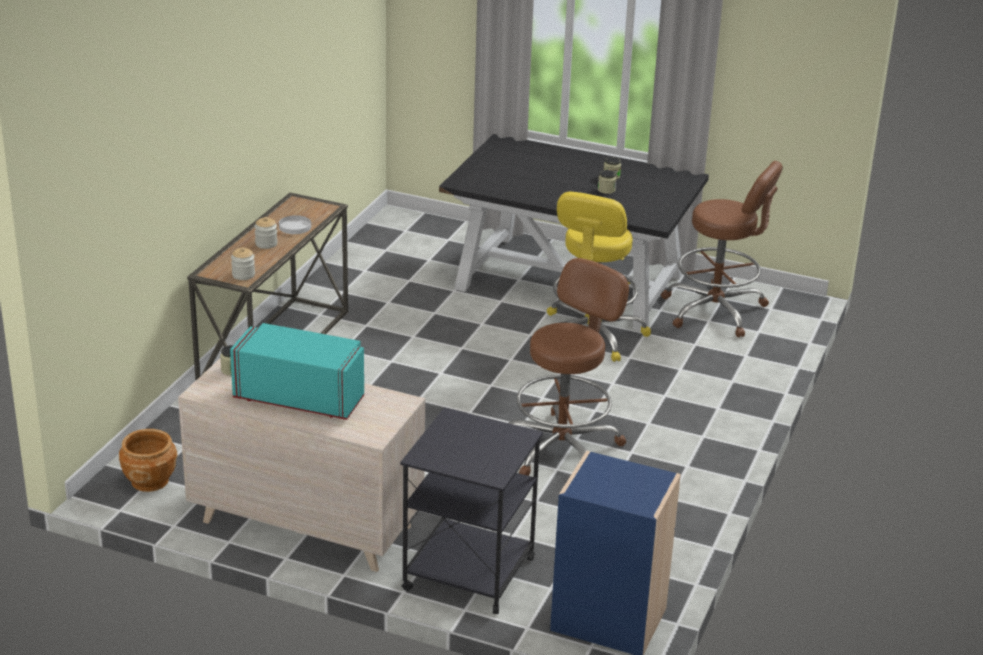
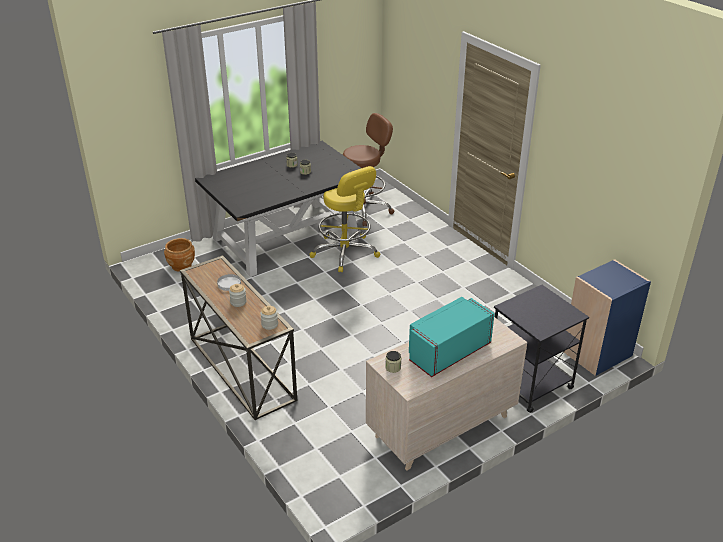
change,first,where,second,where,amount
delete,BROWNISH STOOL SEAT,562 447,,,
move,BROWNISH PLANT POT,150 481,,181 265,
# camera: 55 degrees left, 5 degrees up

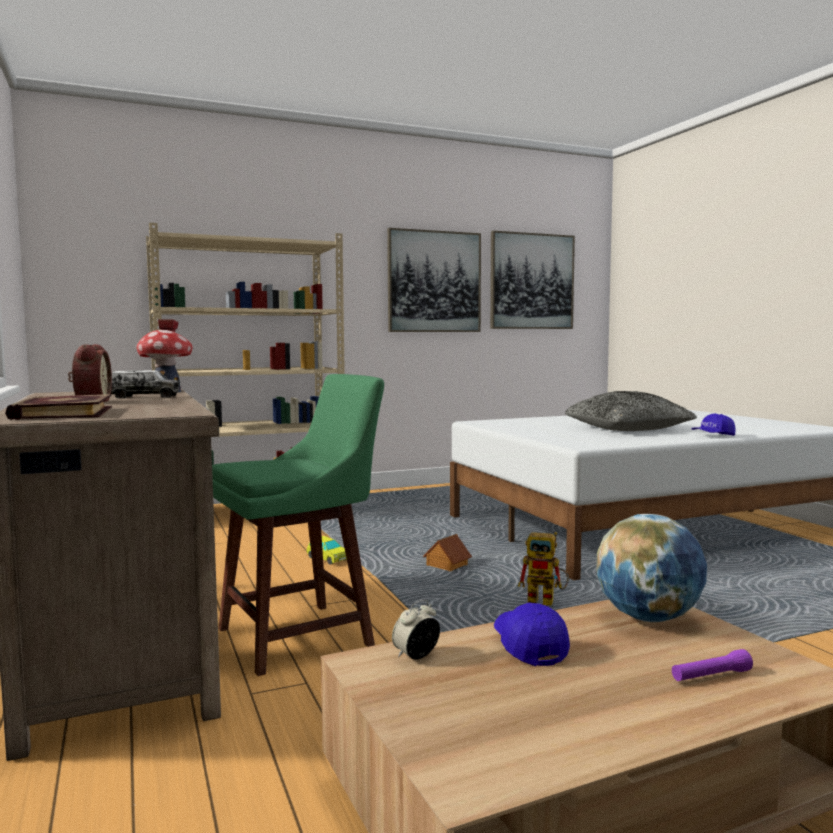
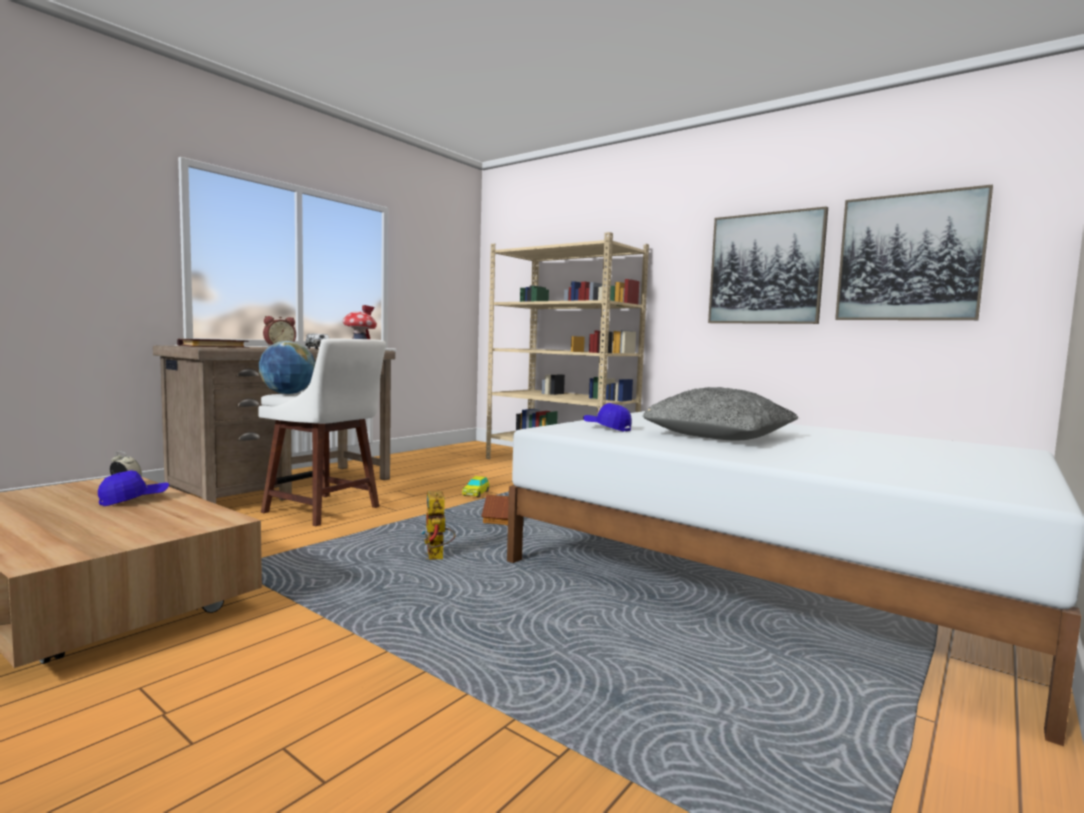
change,first,where,second,where,amount
recolor,GREEN-COLOURED STOOL SEAT,302 635,WHITE-COLOURED STOOL SEAT,325 510,
move,BLUE-COLOURED CAP,713 436,,607 428,
move,DESK GLOBE,649 618,,288 394,
delete,PURPLE-COLOURED HAND TORCH,711 676,,,
# camera: 60 degrees right, 0 degrees up

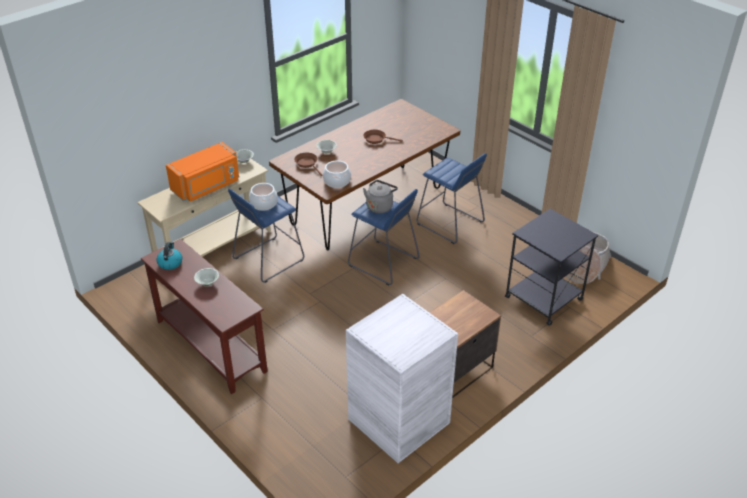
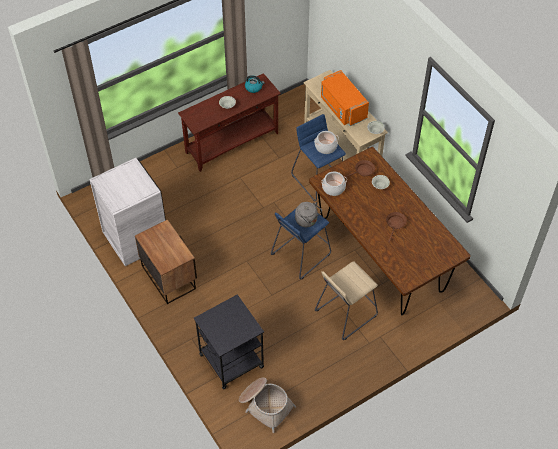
change,first,where,second,where,amount
recolor,BLUE-COLOURED STOOL SEAT,450 223,BEIGE-COLOURED STOOL SEAT,345 313,
# camera: 100 degrees right, 15 degrees up

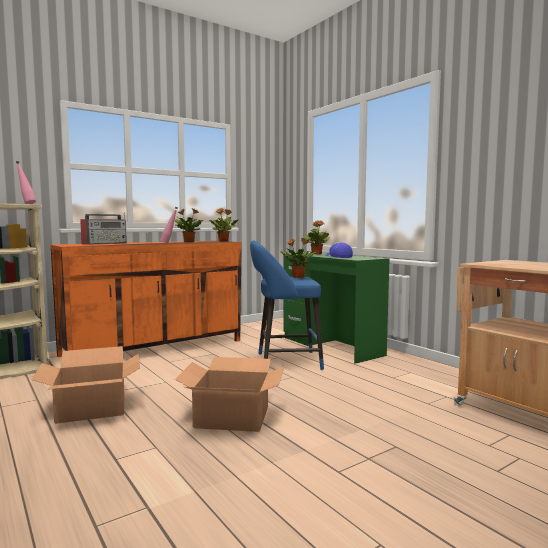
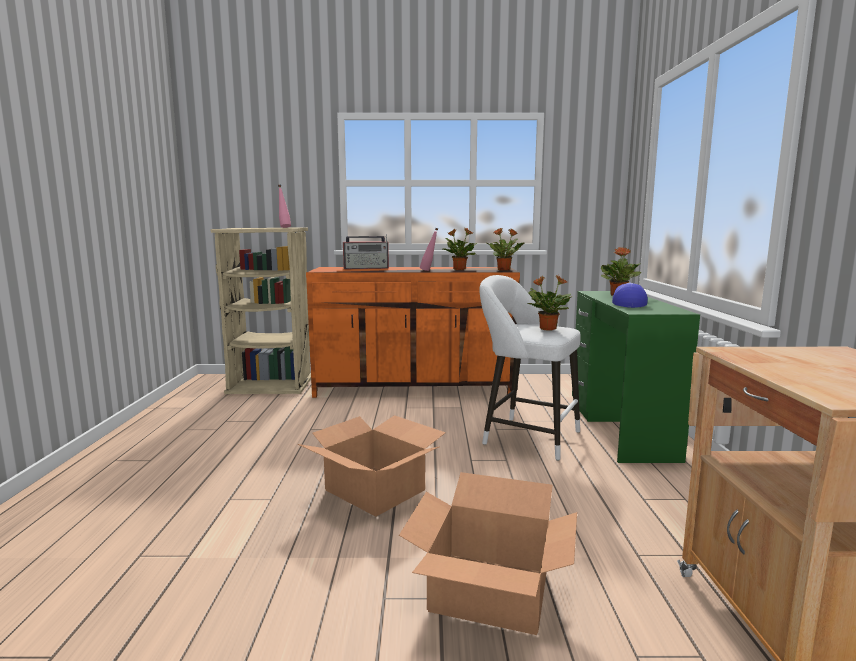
change,first,where,second,where,amount
recolor,BLUE-COLOURED STOOL SEAT,284 362,WHITE-COLOURED STOOL SEAT,526 437,
move,CARTON,92 408,,490 592,
# camera: 35 degrees right, 5 degrees up

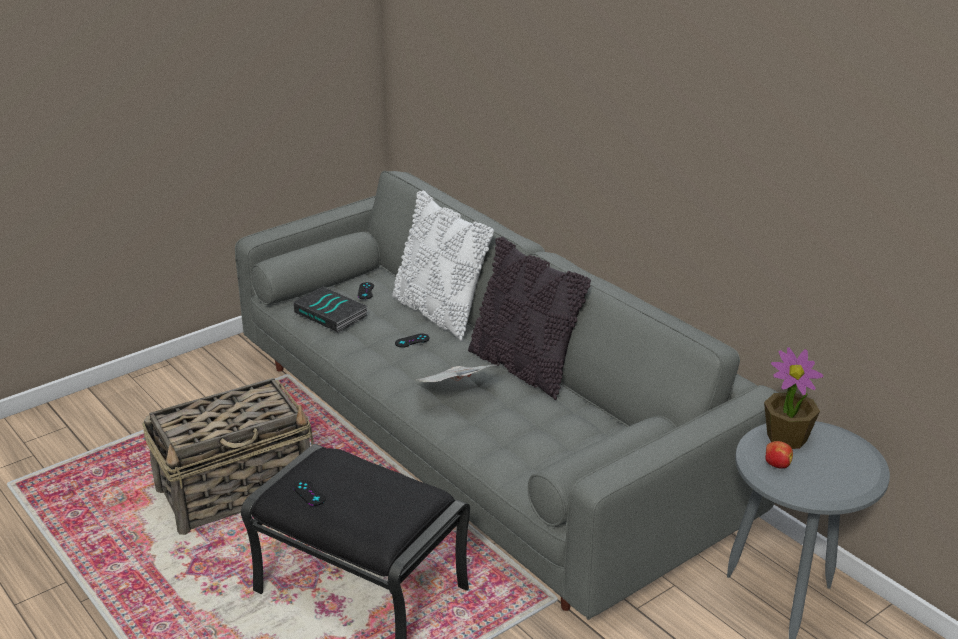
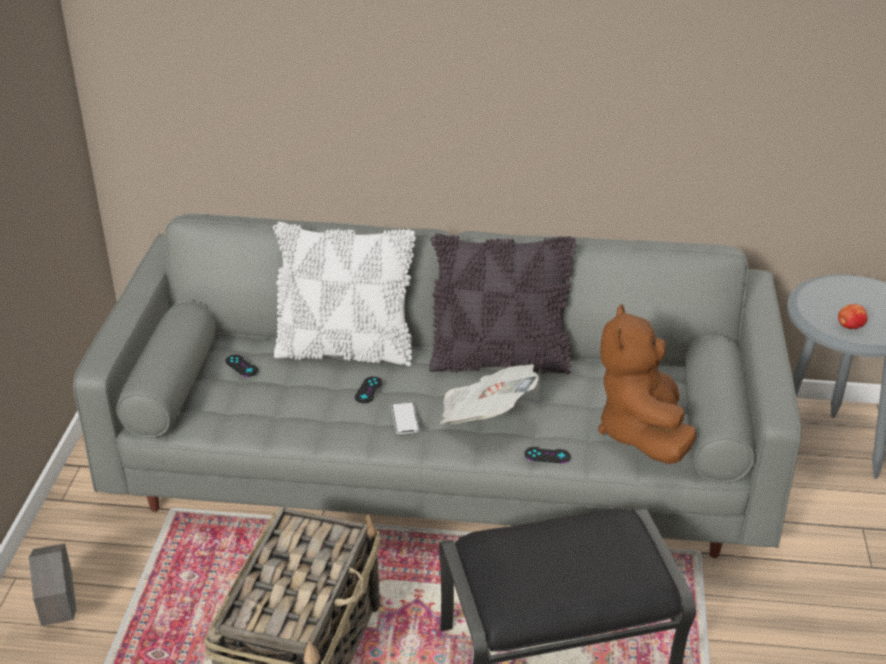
change,first,where,second,where,amount
delete,BOUND BOOK,332 314,,,
delete,HOUSEPLANT,787 438,,,
move,BLACK GAMEPAD,309 493,,547 455,
insert,,,BROWNISH PLUSH TOY,641 432,
insert,,,PHONE,405 419,
insert,,,GREYISH PLANT POT,60 612,
# camera: 45 degrees left, 5 degrees up

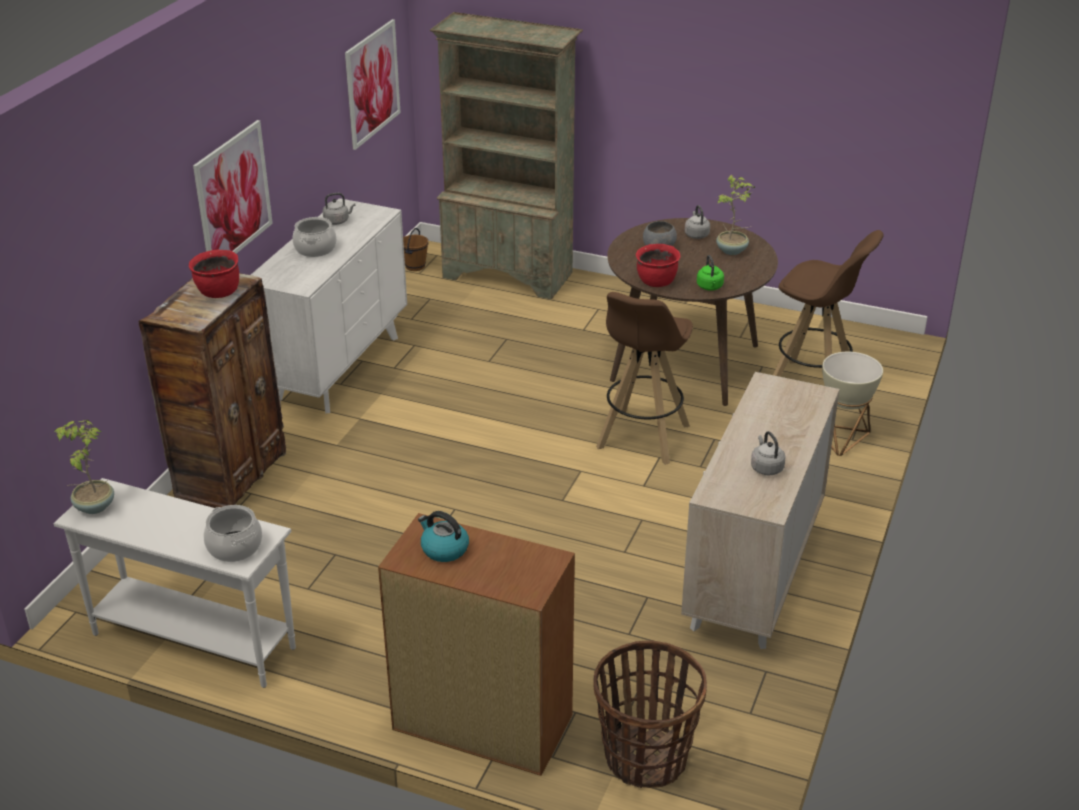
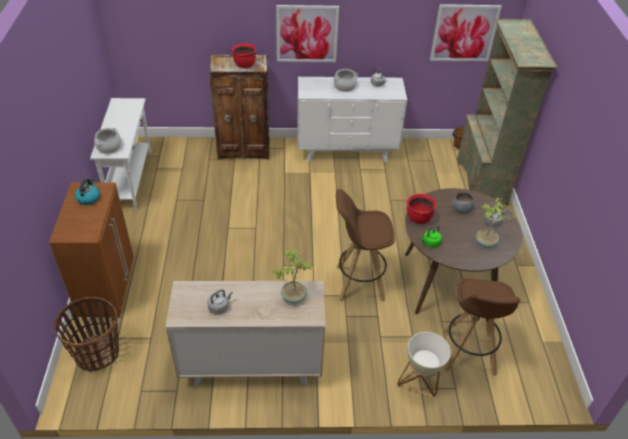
change,first,where,second,where,amount
move,HOUSEPLANT,93 507,,293 297,
# camera: 65 degrees right, 10 degrees up

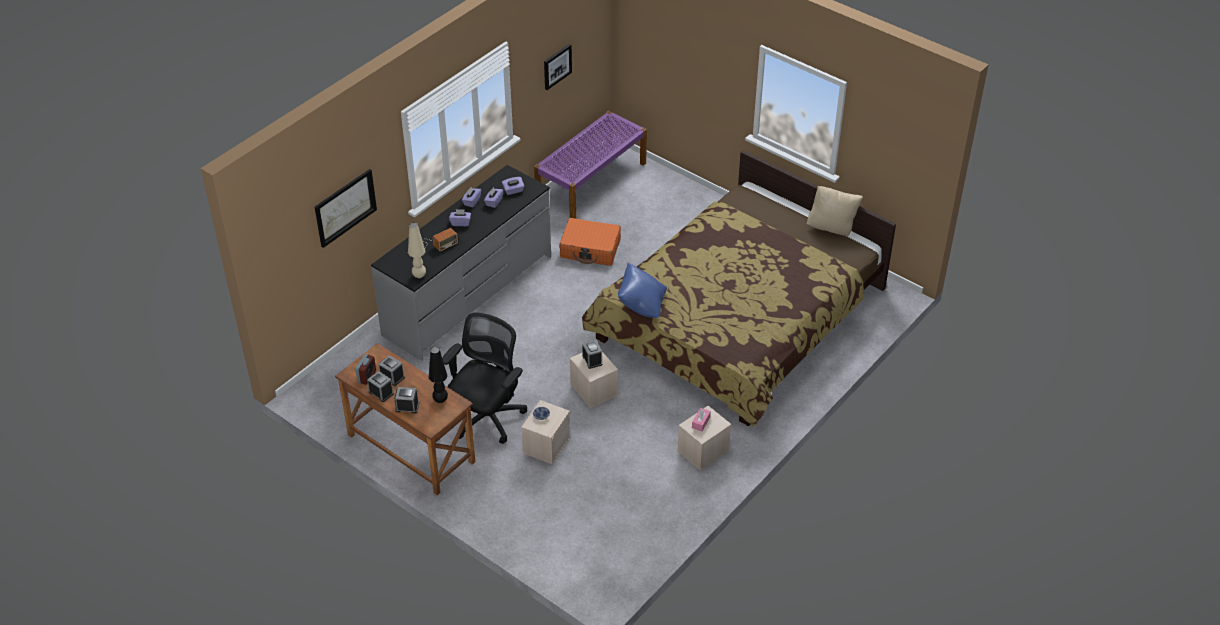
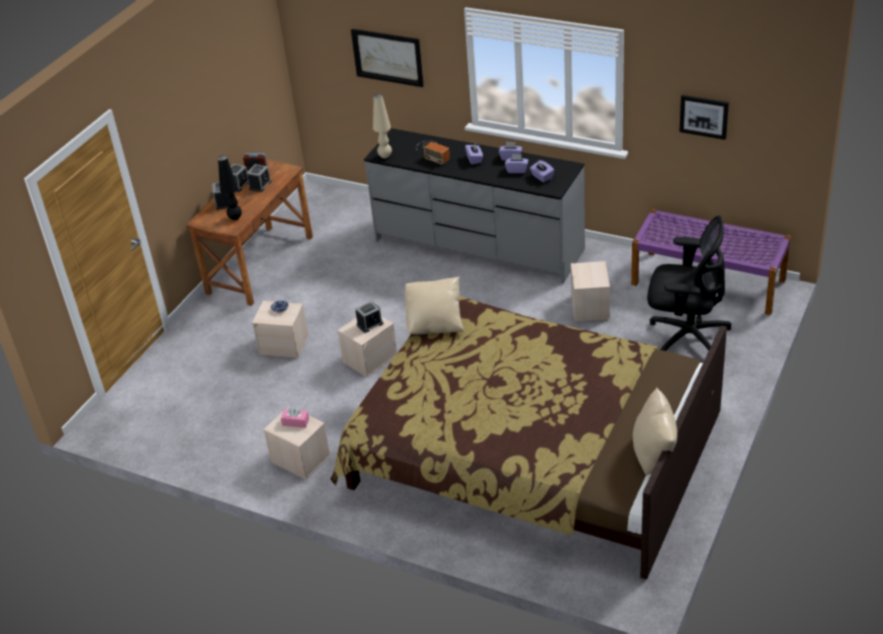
change,first,where,second,where,amount
replace,ORANGE-COLOURED TRAVEL CASE,590 249,BEIGE-COLOURED STORAGE BIN,590 307,
recolor,BLUE-COLOURED THROW PILLOW,641 304,BEIGE-COLOURED THROW PILLOW,435 322,
move,BLACK COMPUTER CHAIR,486 421,,683 336,
# camera: 80 degrees right, 5 degrees down

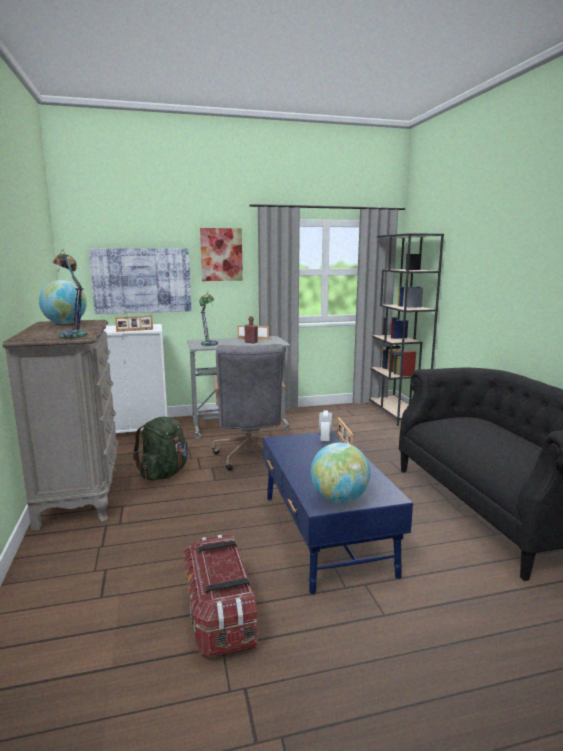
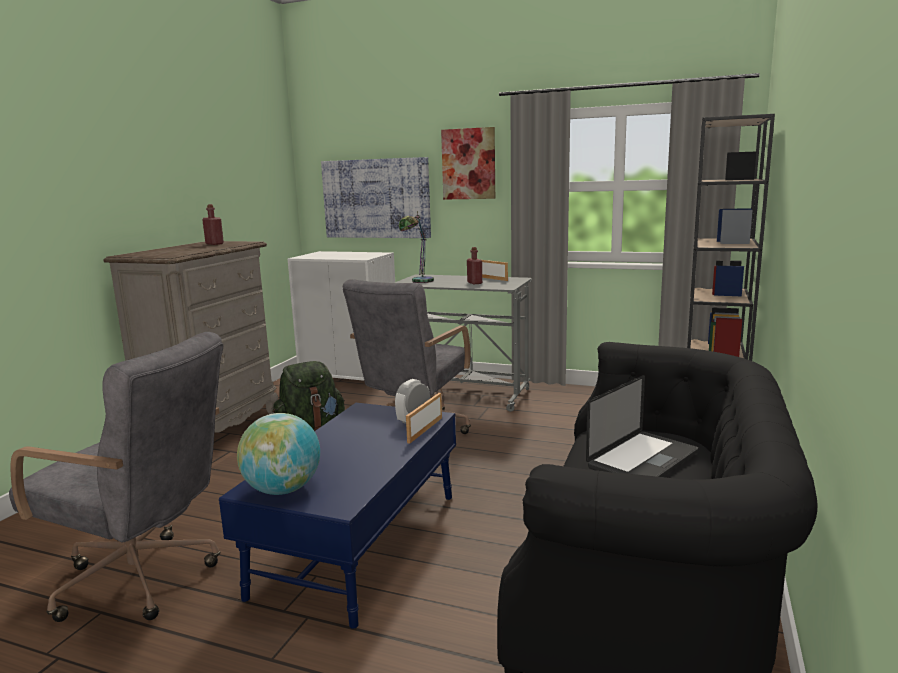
change,first,where,second,where,amount
delete,TABLETOP LAMP,73 334,,,
replace,DESK GLOBE,65 324,REDDISH DRINK BOTTLE,214 244,
delete,PICTURE FRAME,135 330,,,
replace,STORAGE BIN,219 614,GREYISH COMPUTER CHAIR,144 582,
insert,,,LAPTOP,642 460,
# camera: 35 degrees right, 0 degrees up

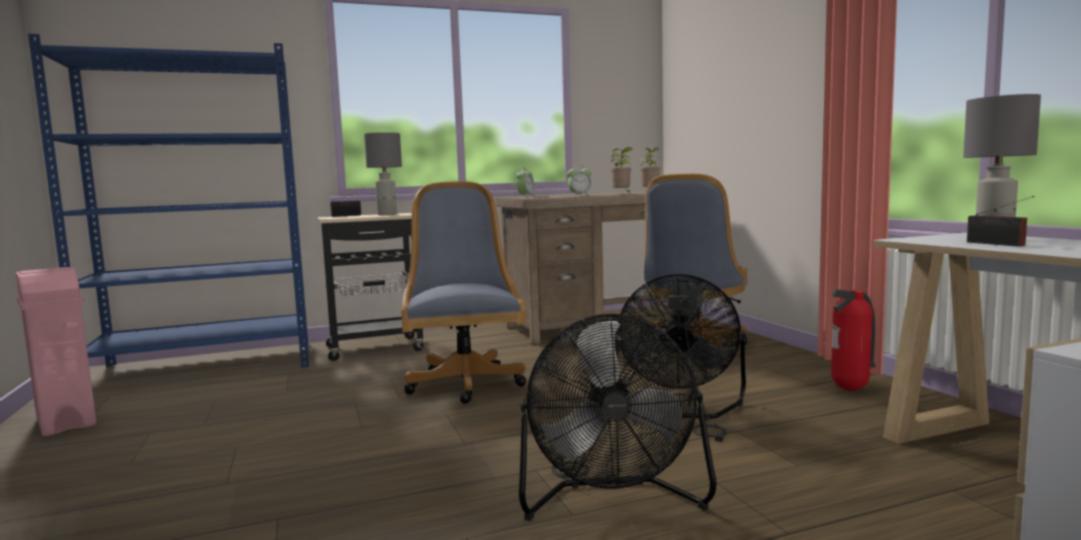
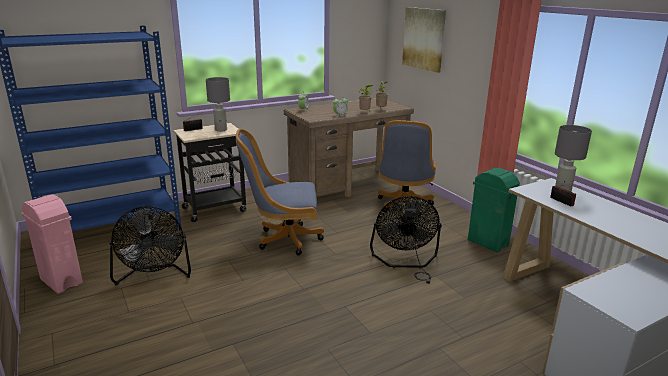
change,first,where,second,where,amount
rotate,BLUE-COLOURED COMPUTER CHAIR,464 381,,283 240,75 degrees counterclockwise
replace,EXTINGUISHER,850 390,GREEN-COLOURED WASTE BIN,488 243,
move,BLACK FAN,604 496,,151 273,
insert,,,PICTURE,424 38,
# camera: 10 degrees left, 15 degrees up

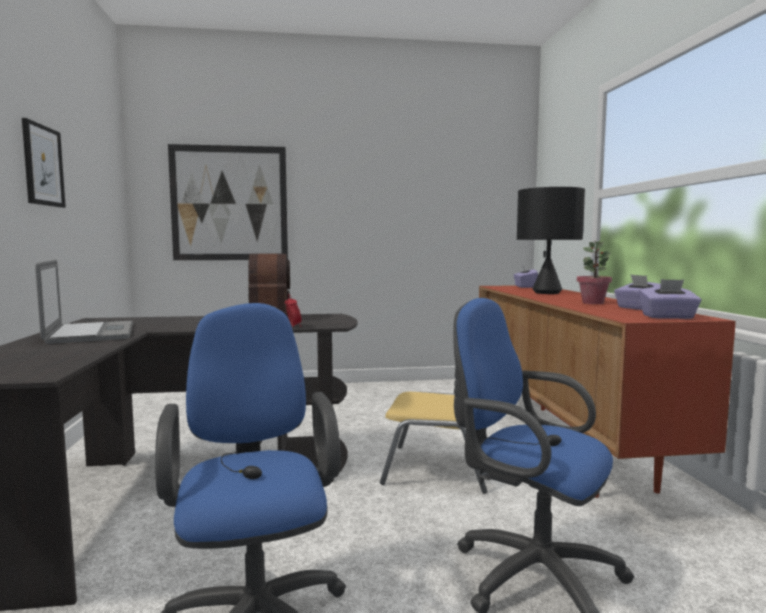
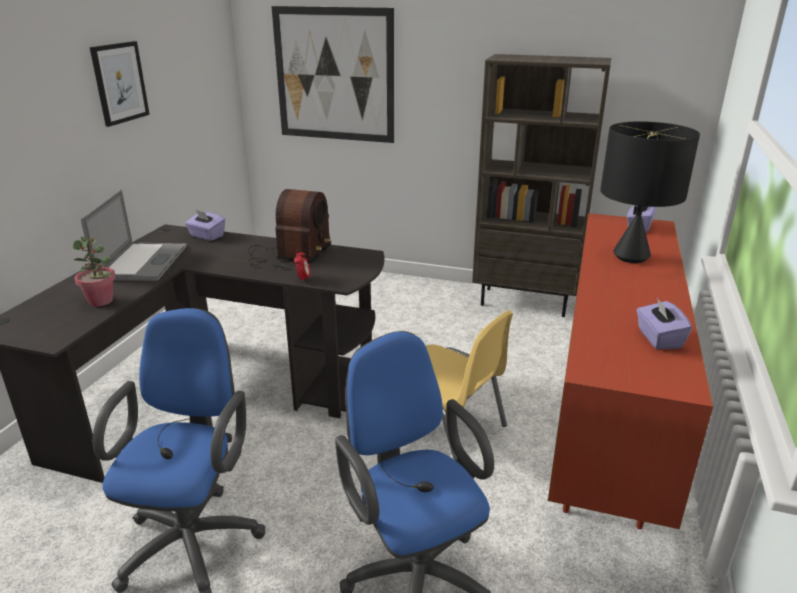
change,first,where,second,where,amount
move,HOUSEPLANT,593 303,,101 301,
move,PURPLE-COLOURED TISSUE BOX,668 317,,206 236,
insert,,,BROWNISH BOOKSHELF,525 302,
# camera: 25 degrees right, 20 degrees up

